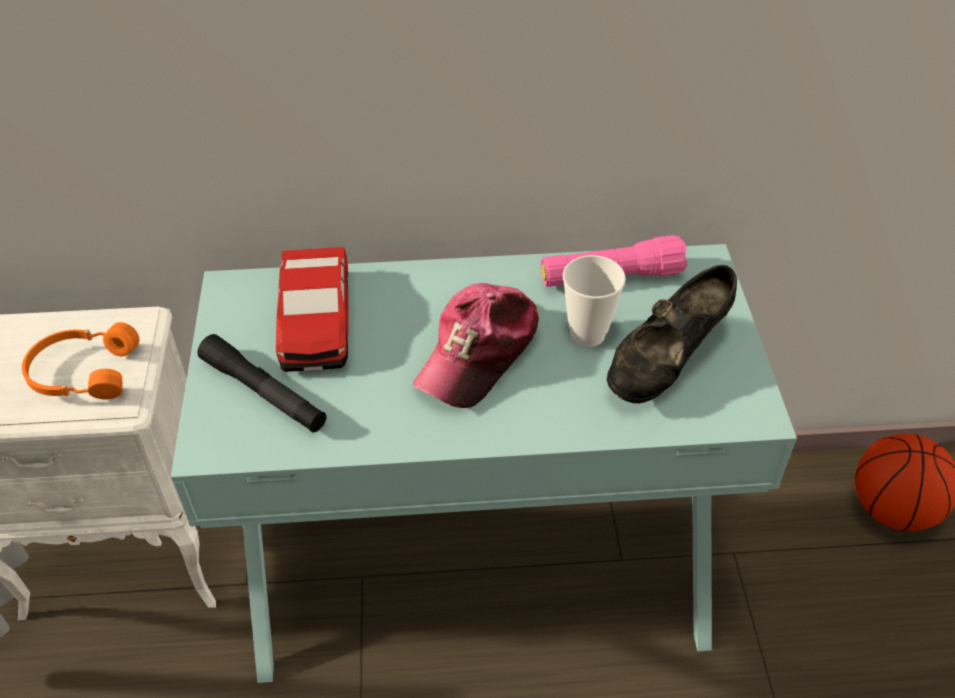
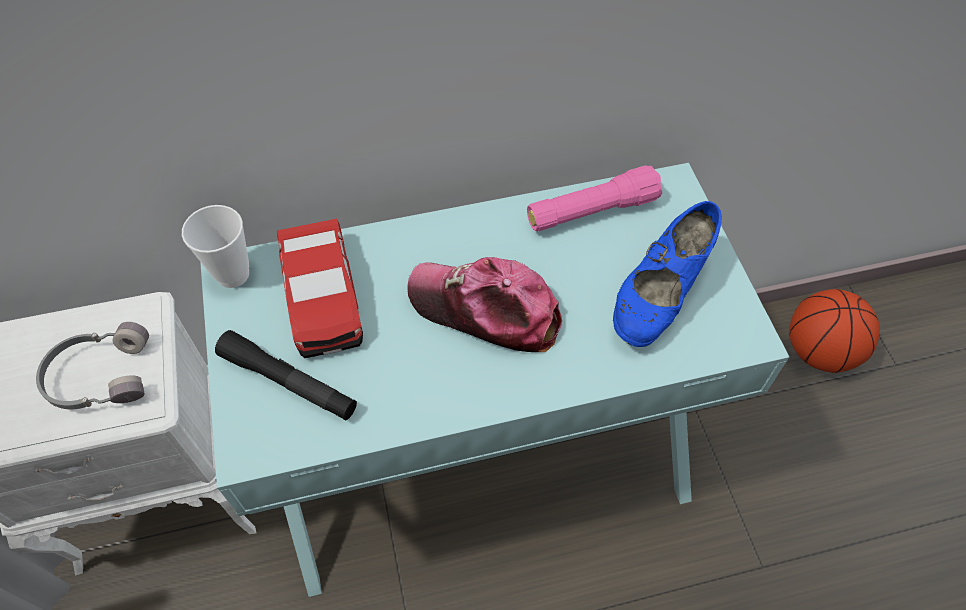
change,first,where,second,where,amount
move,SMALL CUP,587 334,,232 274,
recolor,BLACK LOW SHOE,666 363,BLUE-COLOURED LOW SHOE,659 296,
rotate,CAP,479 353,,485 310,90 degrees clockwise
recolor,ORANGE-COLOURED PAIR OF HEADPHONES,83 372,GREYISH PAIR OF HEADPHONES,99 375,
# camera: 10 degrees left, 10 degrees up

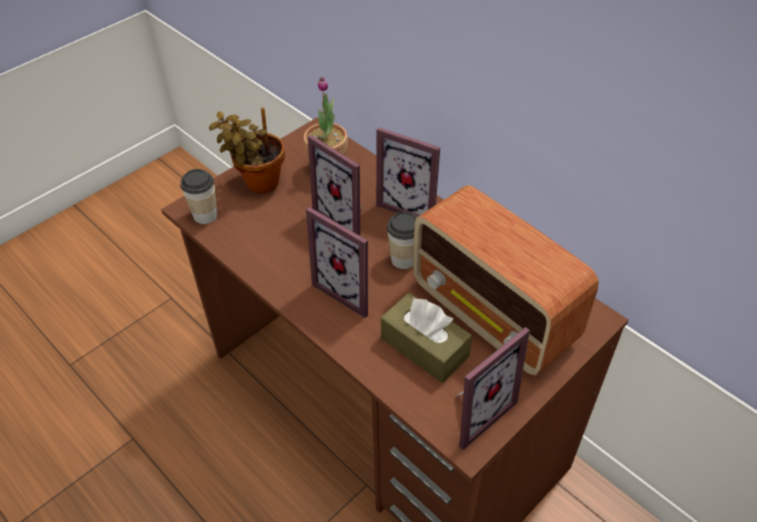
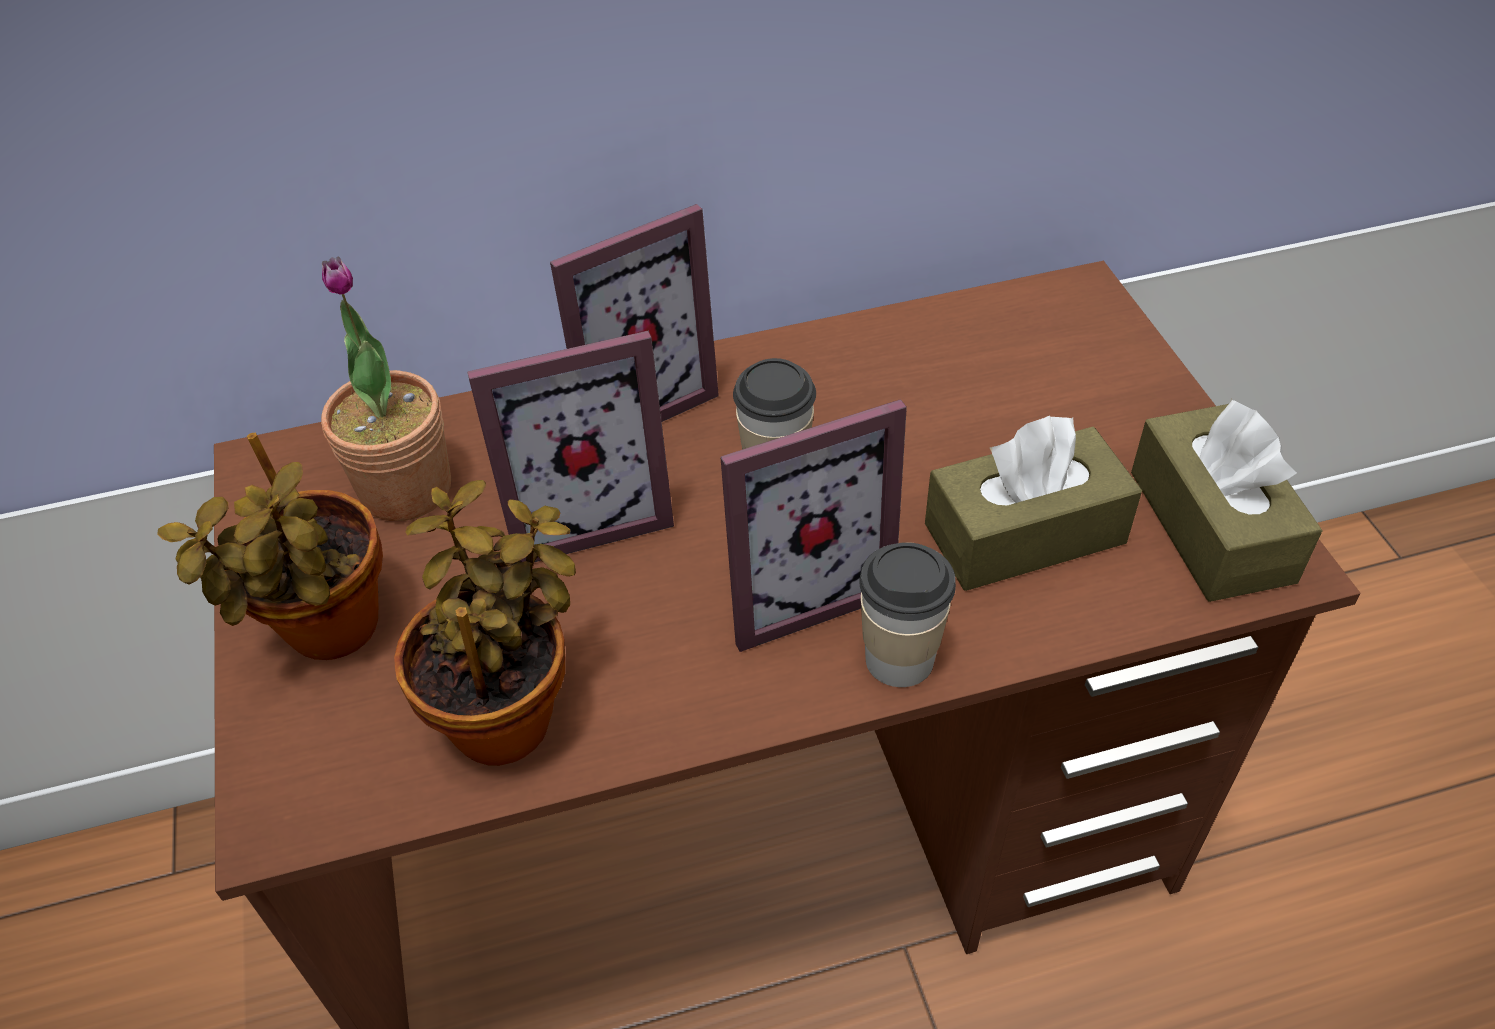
change,first,where,second,where,amount
move,SMALL CUP,205 215,,899 659,
delete,RADIO,494 315,,,
replace,PICTURE FRAME,473 410,BROWNISH TISSUE BOX,1211 526,
insert,,,HOUSEPLANT,509 714,
# camera: 60 degrees left, 0 degrees up

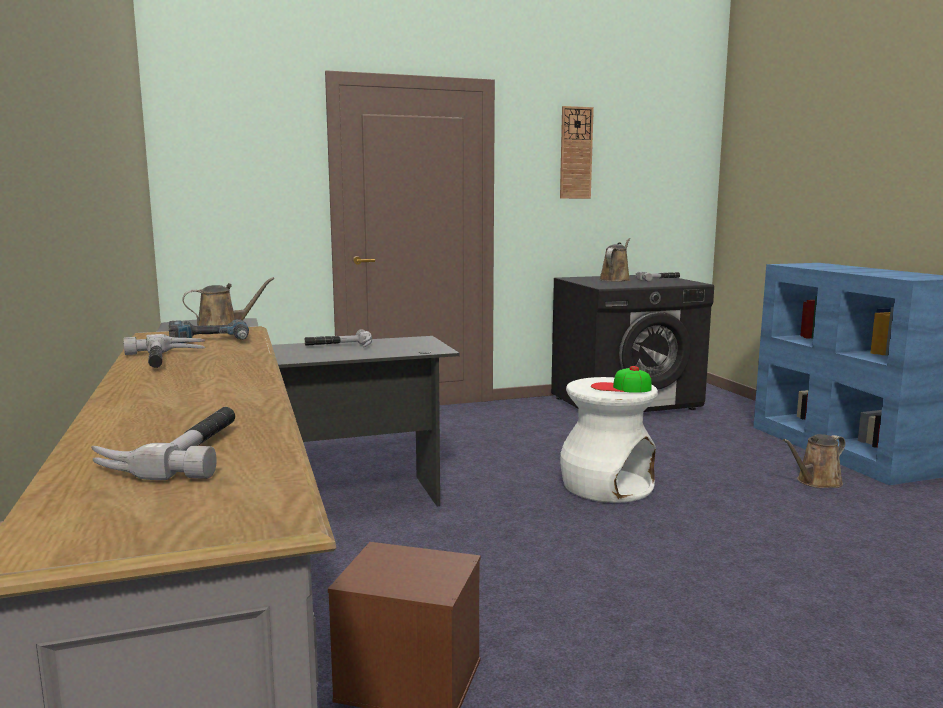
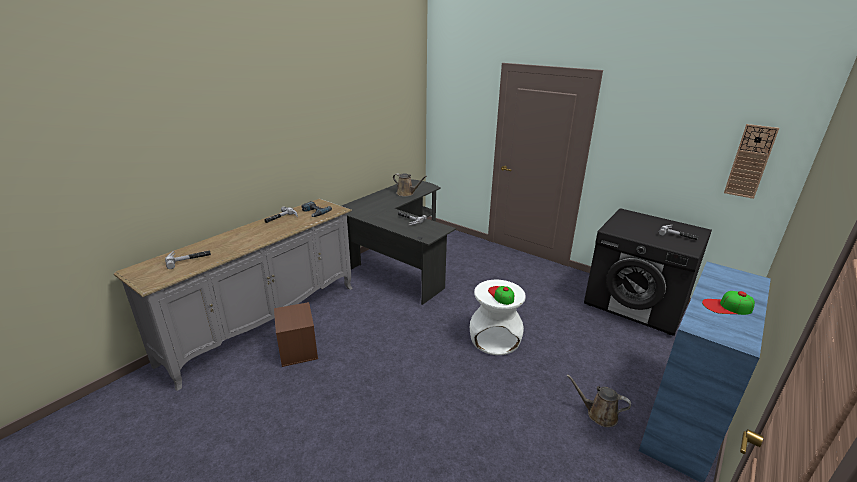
change,first,where,second,where,amount
move,HANGING CLOCK,576 153,,750 161,
delete,BROWNISH SPRINKLING CAN,615 280,,,
insert,,,CAP,727 306,
# camera: 55 degrees right, 15 degrees up

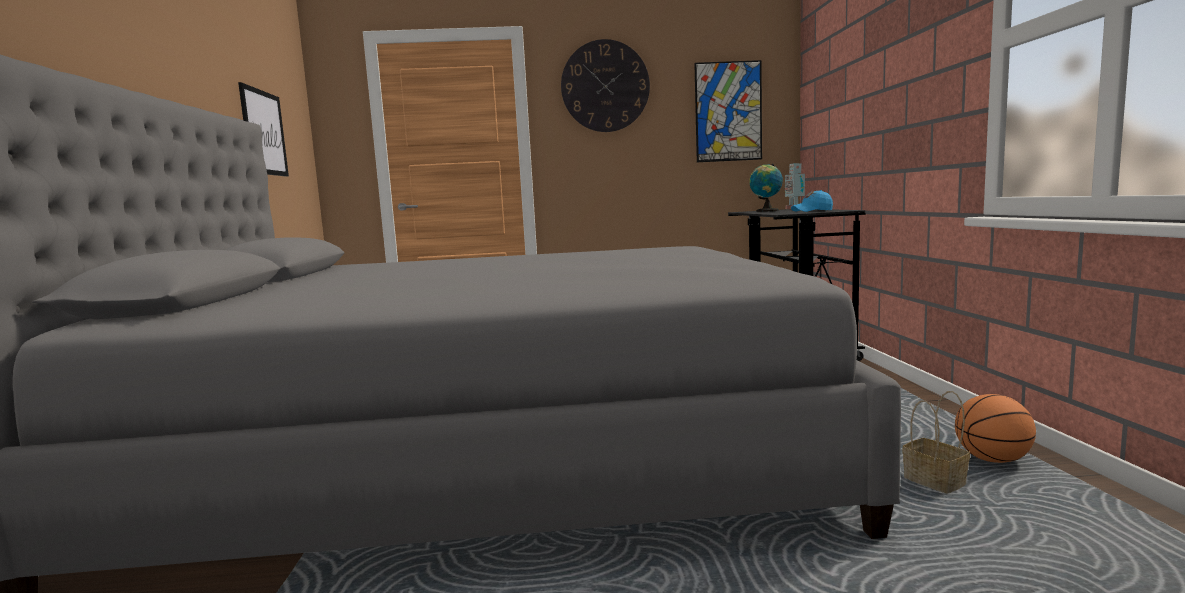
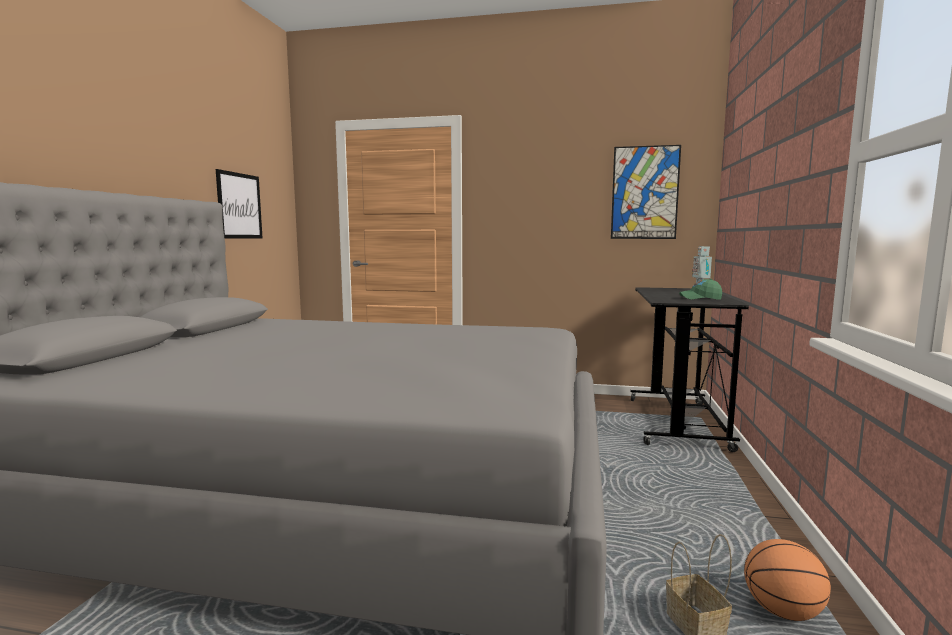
change,first,where,second,where,amount
delete,HANGING CLOCK,605 86,,,
delete,DESK GLOBE,765 211,,,
recolor,BLUE-COLOURED CAP,812 211,GREEN-COLOURED CAP,700 298,
# camera: 15 degrees right, 0 degrees up

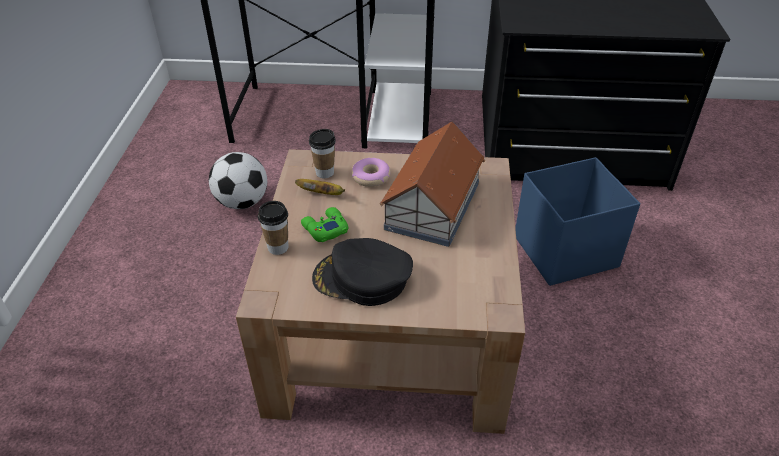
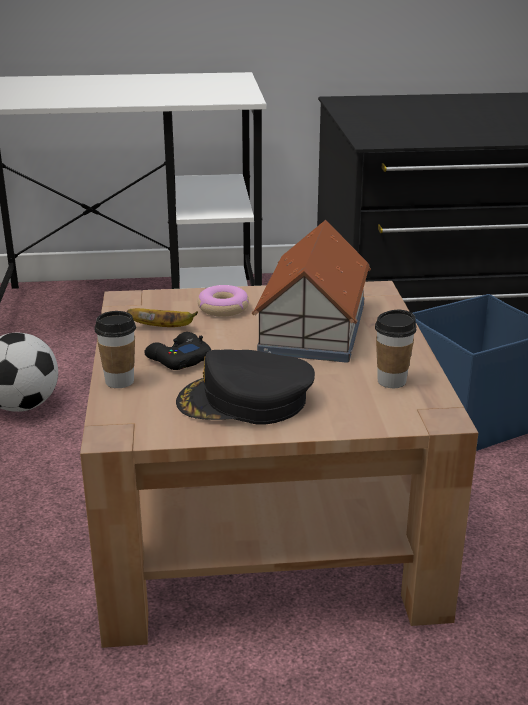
change,first,where,second,where,amount
move,SMALL CUP,325 173,,391 381,
recolor,GREEN-COLOURED GAMEPAD,324 229,BLACK GAMEPAD,178 359,
# camera: 10 degrees left, 15 degrees down

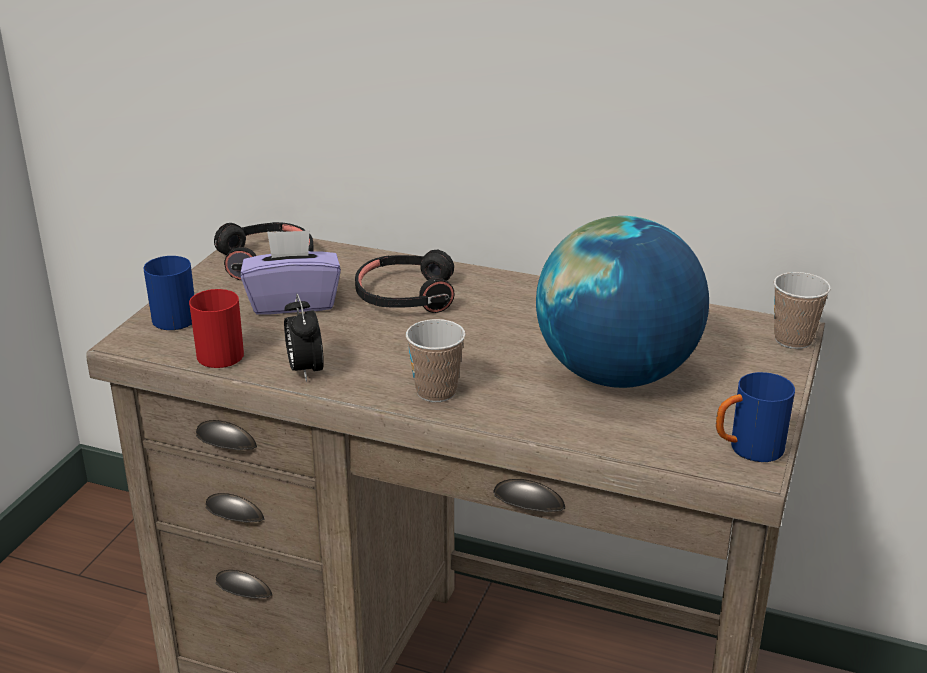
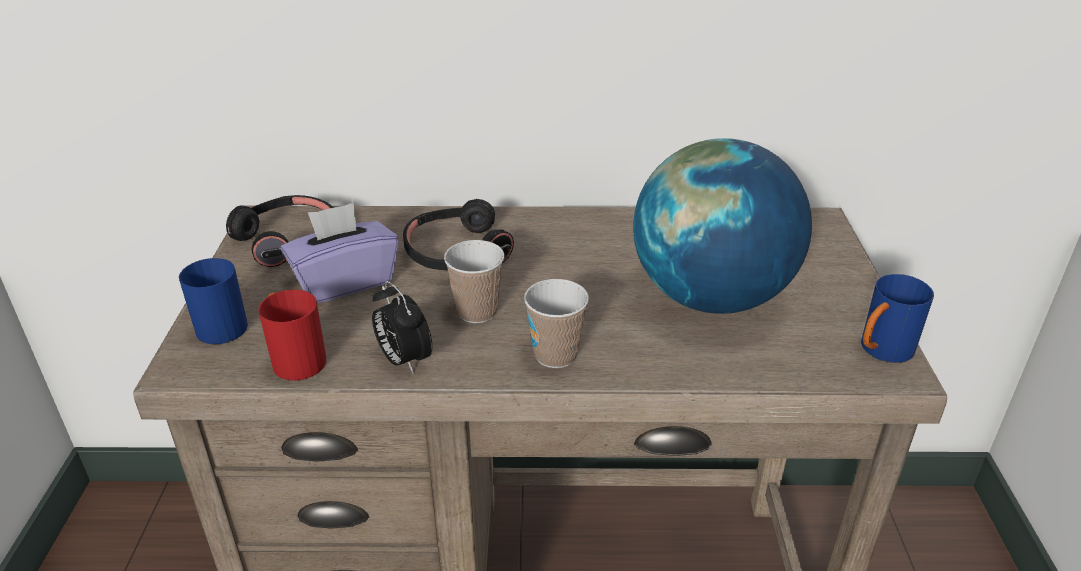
change,first,where,second,where,amount
move,SMALL CUP,793 340,,477 312,
# camera: 20 degrees left, 5 degrees up

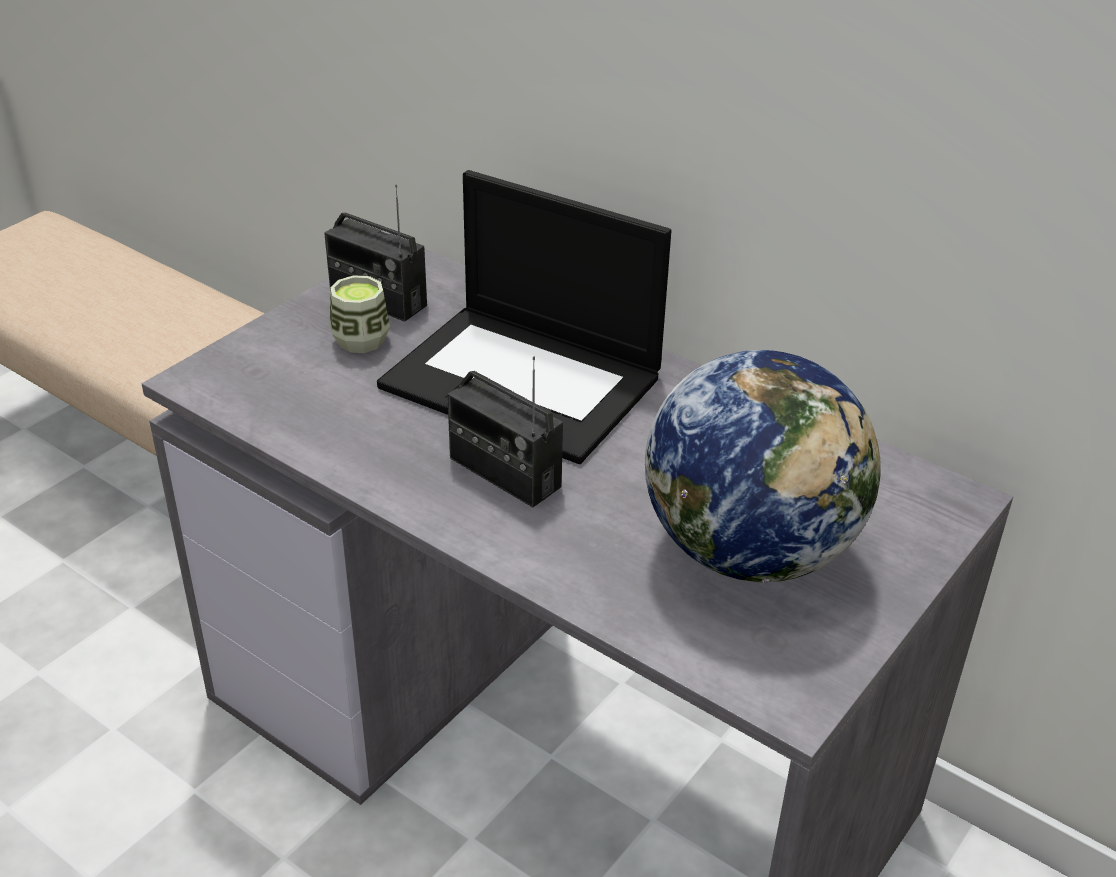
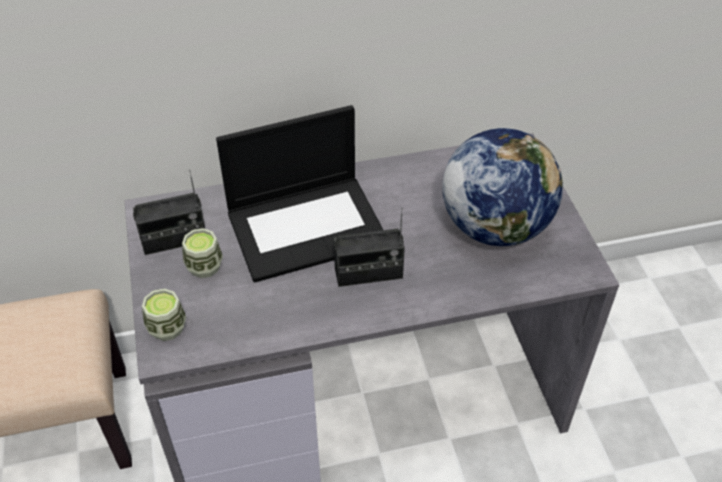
change,first,where,second,where,amount
insert,,,SMALL CUP,167 328,
# camera: 50 degrees left, 10 degrees up

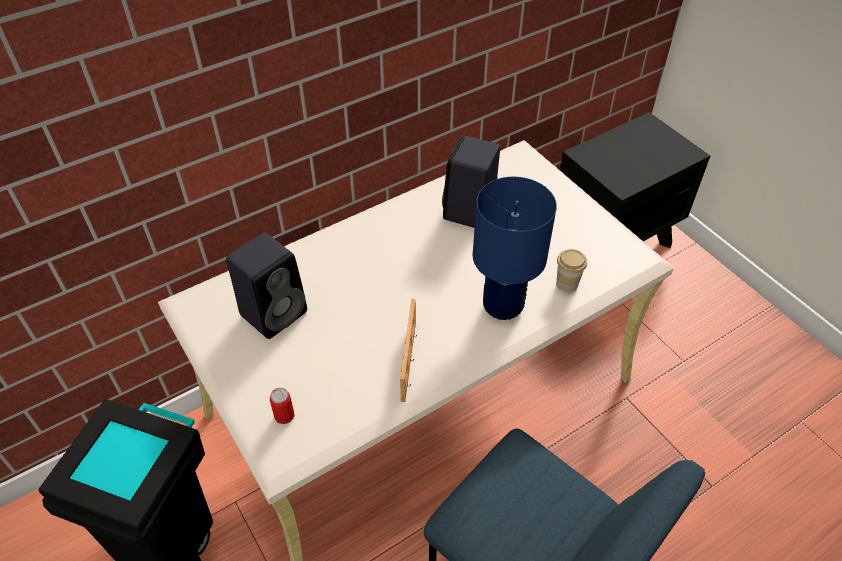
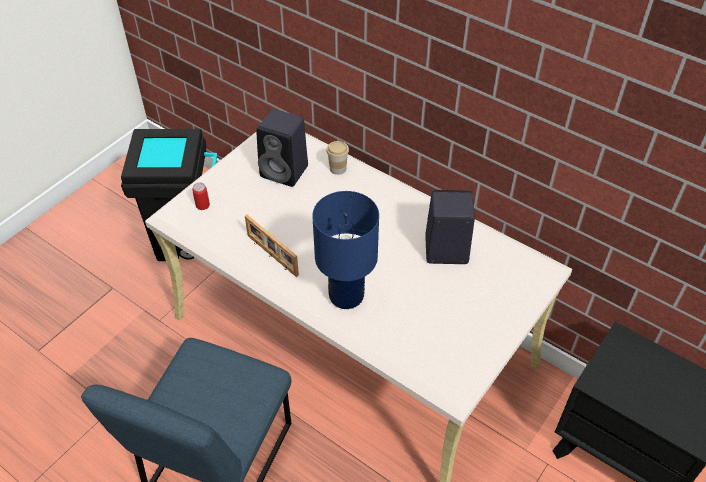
change,first,where,second,where,amount
move,SMALL CUP,567 284,,338 168,
rotate,PICTURE FRAME,410 360,,271 255,60 degrees clockwise
# camera: 70 degrees right, 0 degrees up

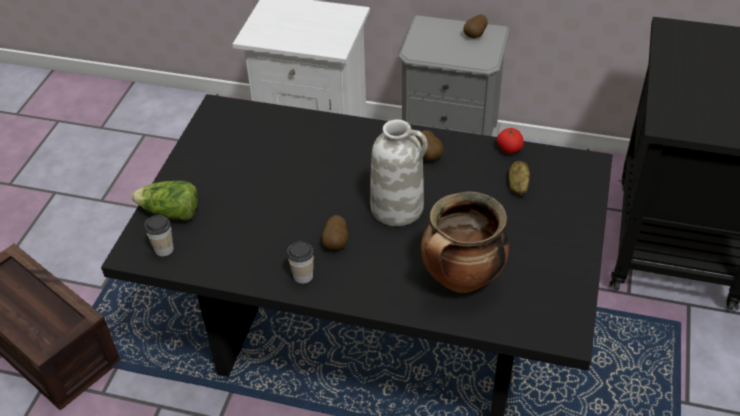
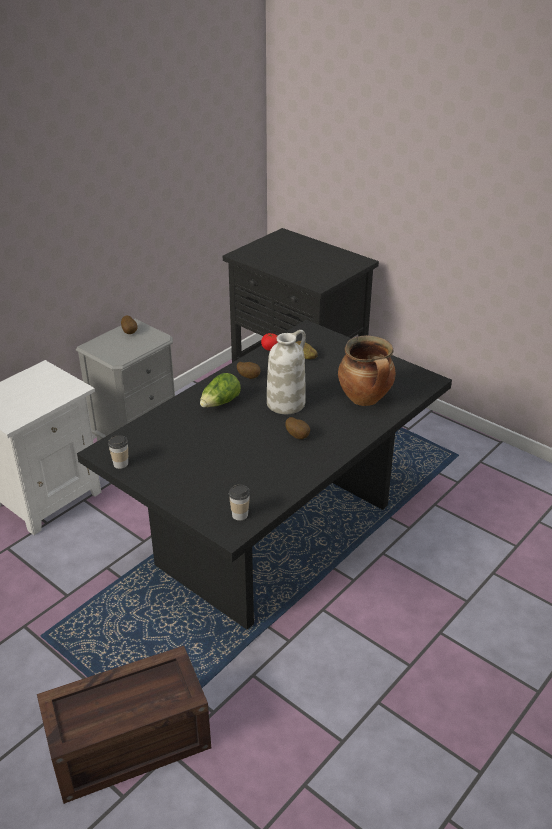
change,first,where,second,where,amount
move,HEAD OF LETTUCE,171 213,,220 403,
move,SMALL CUP,303 276,,120 464,
# camera: 65 degrees left, 10 degrees down

